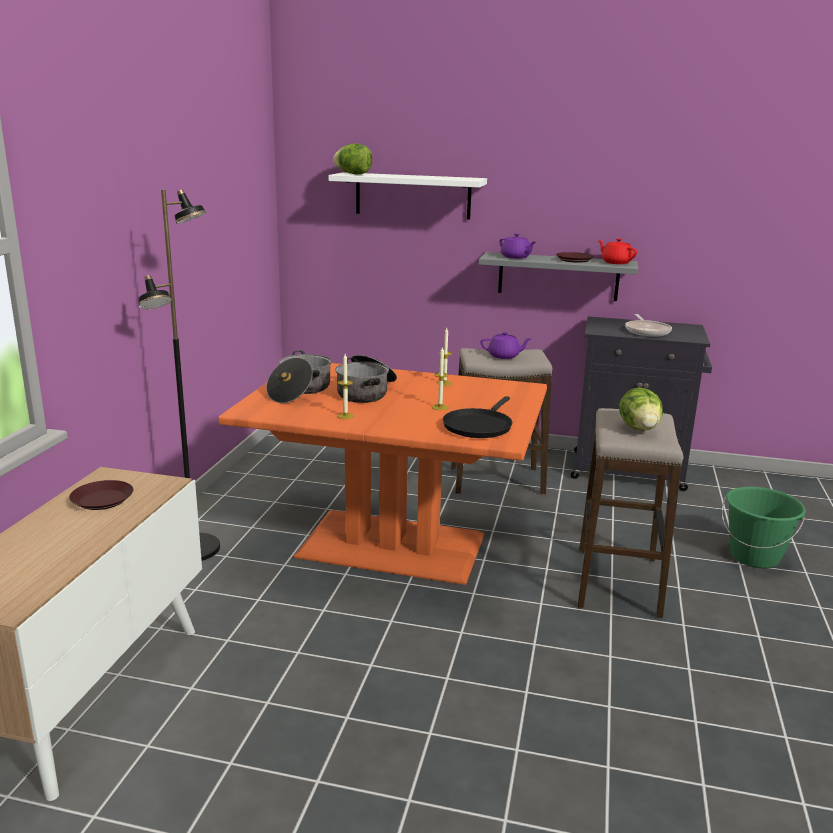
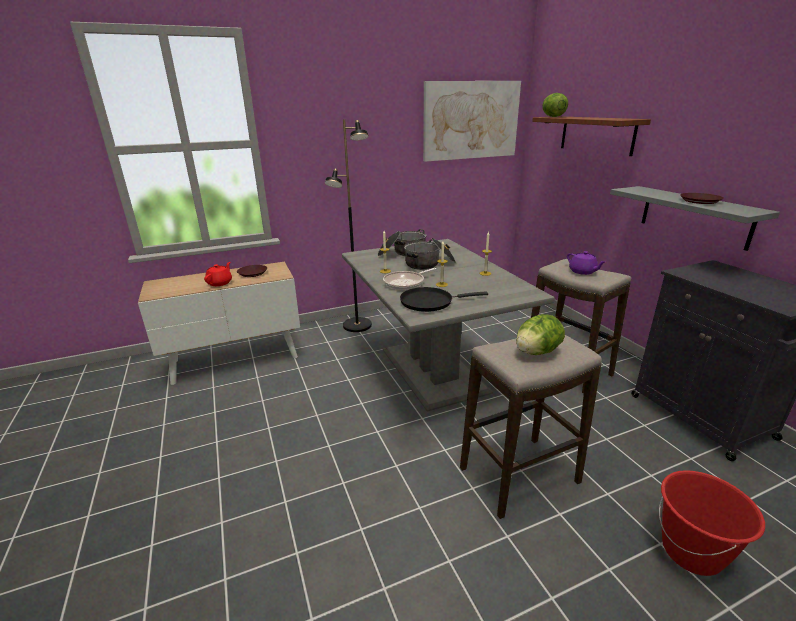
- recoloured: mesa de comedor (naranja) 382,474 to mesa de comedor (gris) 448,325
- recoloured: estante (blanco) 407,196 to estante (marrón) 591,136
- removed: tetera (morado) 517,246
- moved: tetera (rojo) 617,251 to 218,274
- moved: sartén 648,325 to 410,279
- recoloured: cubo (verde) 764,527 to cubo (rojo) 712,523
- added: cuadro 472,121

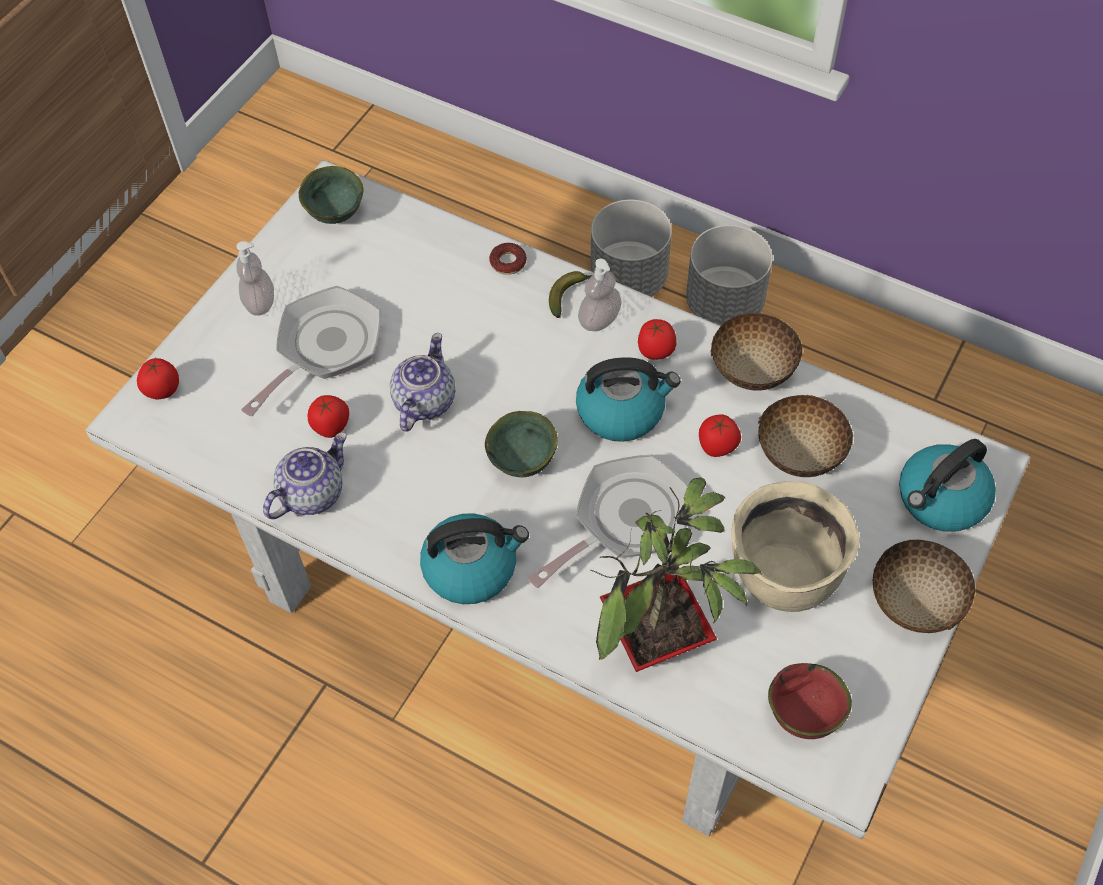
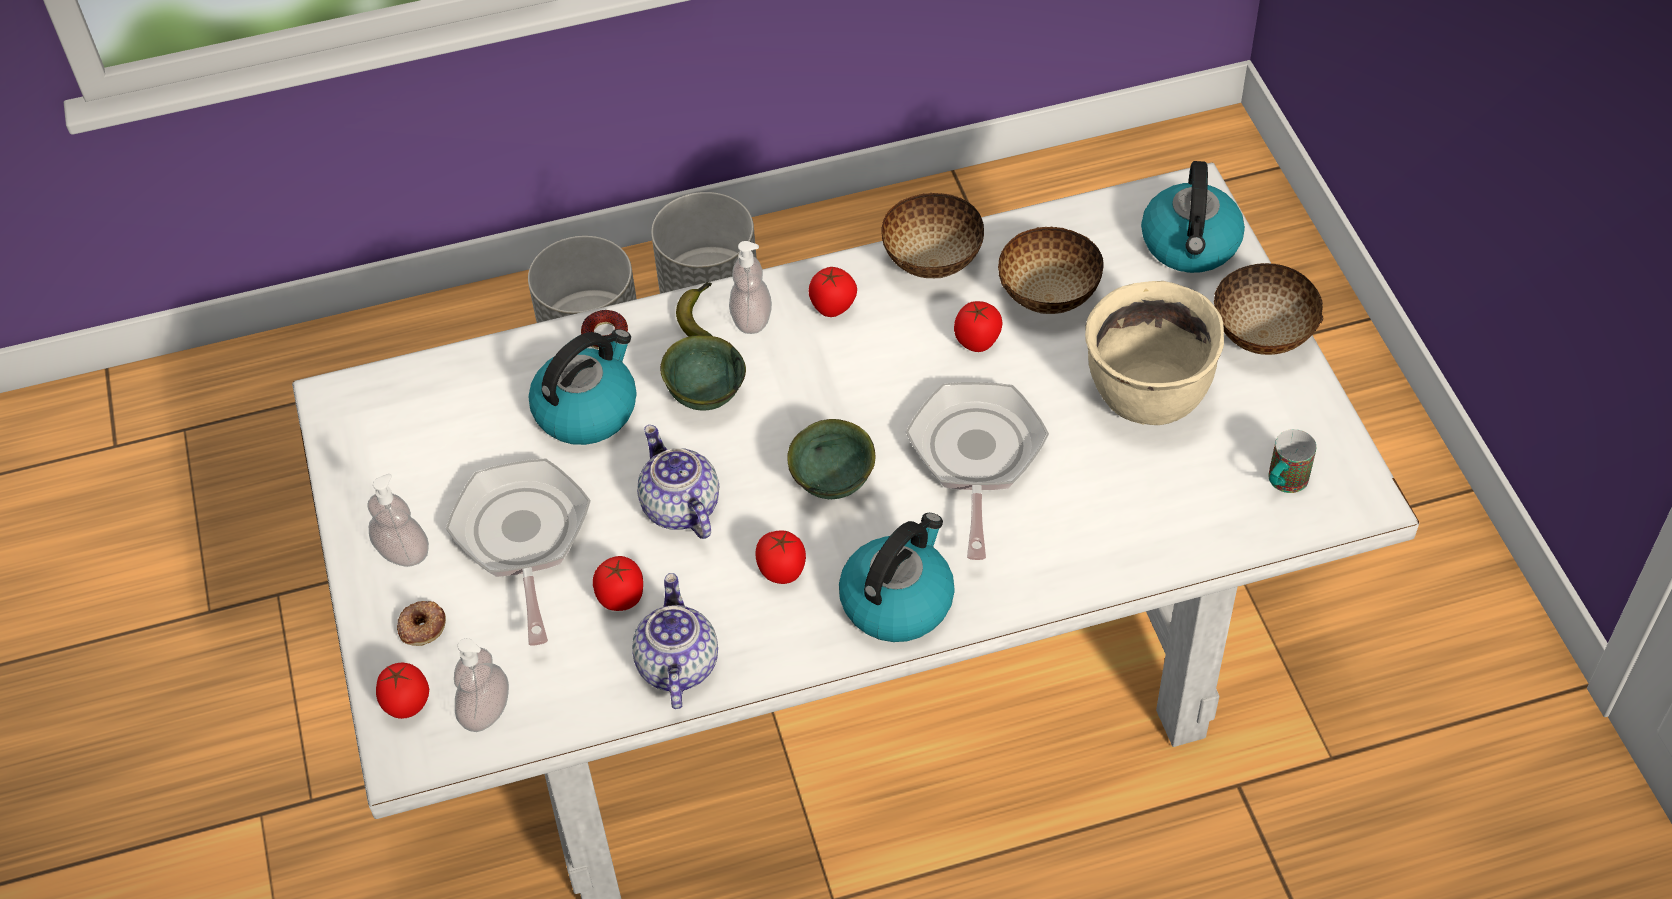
- moved: cuenco (verde) 331,195 to 703,373
- moved: hervidor 628,399 to 582,387
- removed: planta en maceta 676,575
- replaced: cuenco (rojo) 810,701 to taza grande 1292,461
- added: rosquilla 421,623
- added: dispensador de jabón 481,685
- added: tomate 780,557

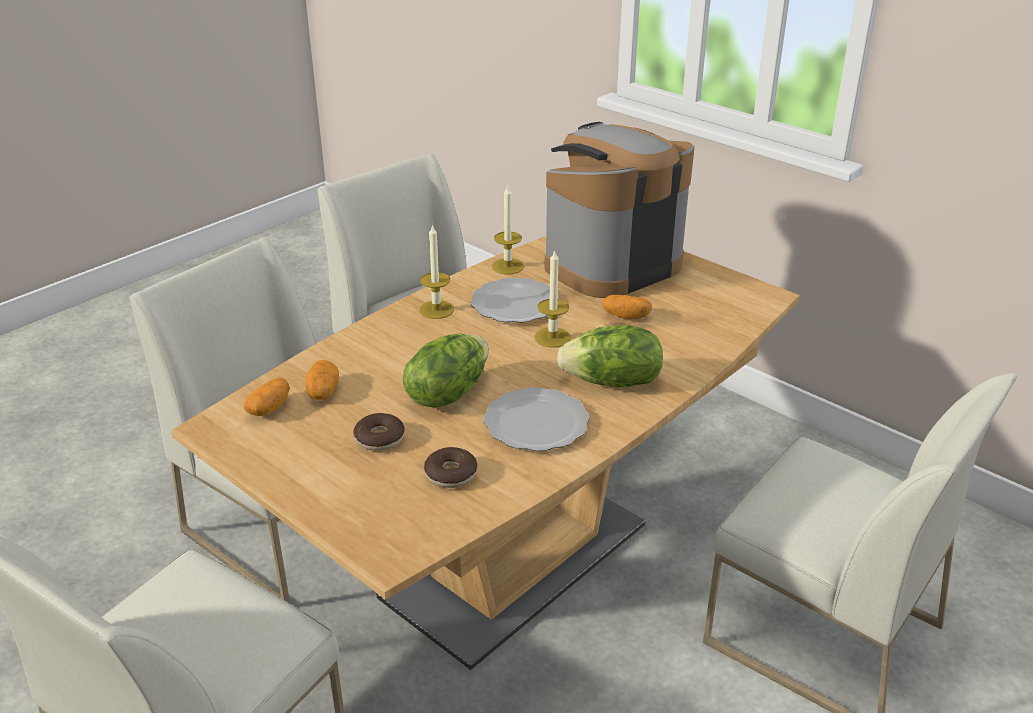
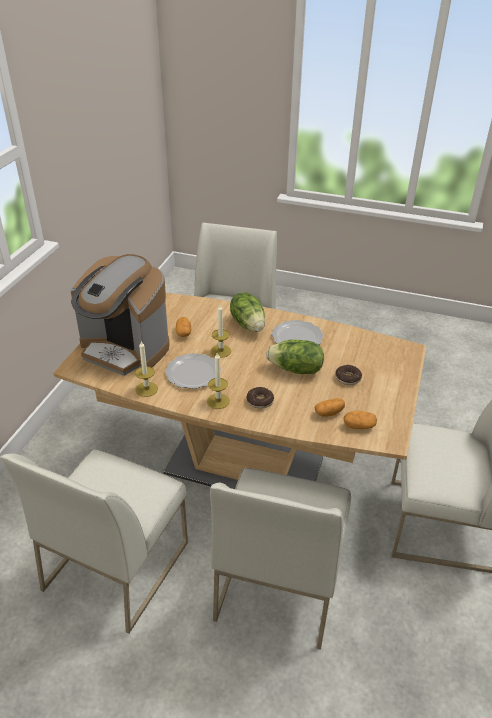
- moved: rosquilla 450,467 to 260,398

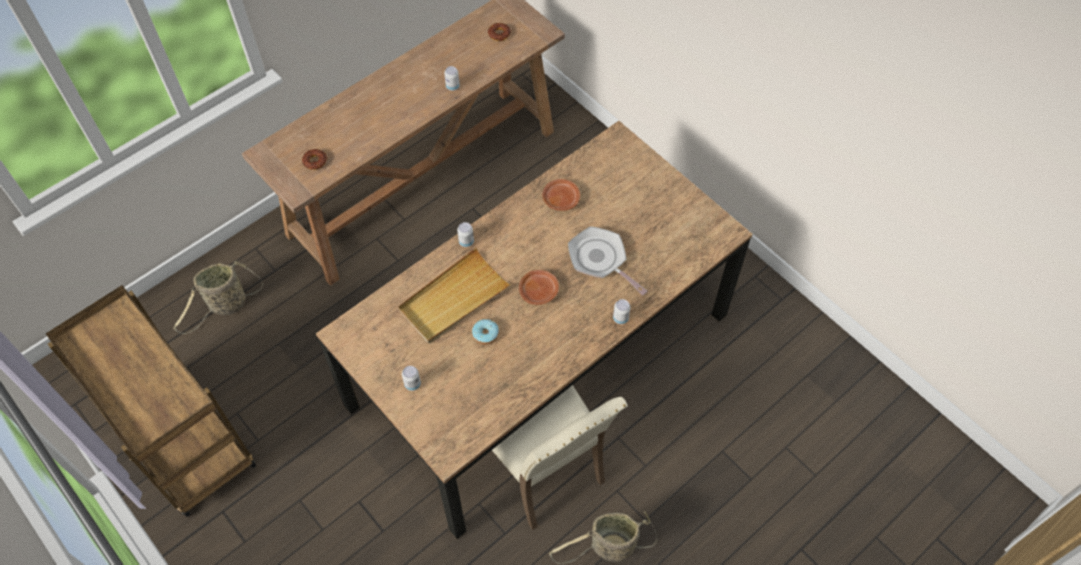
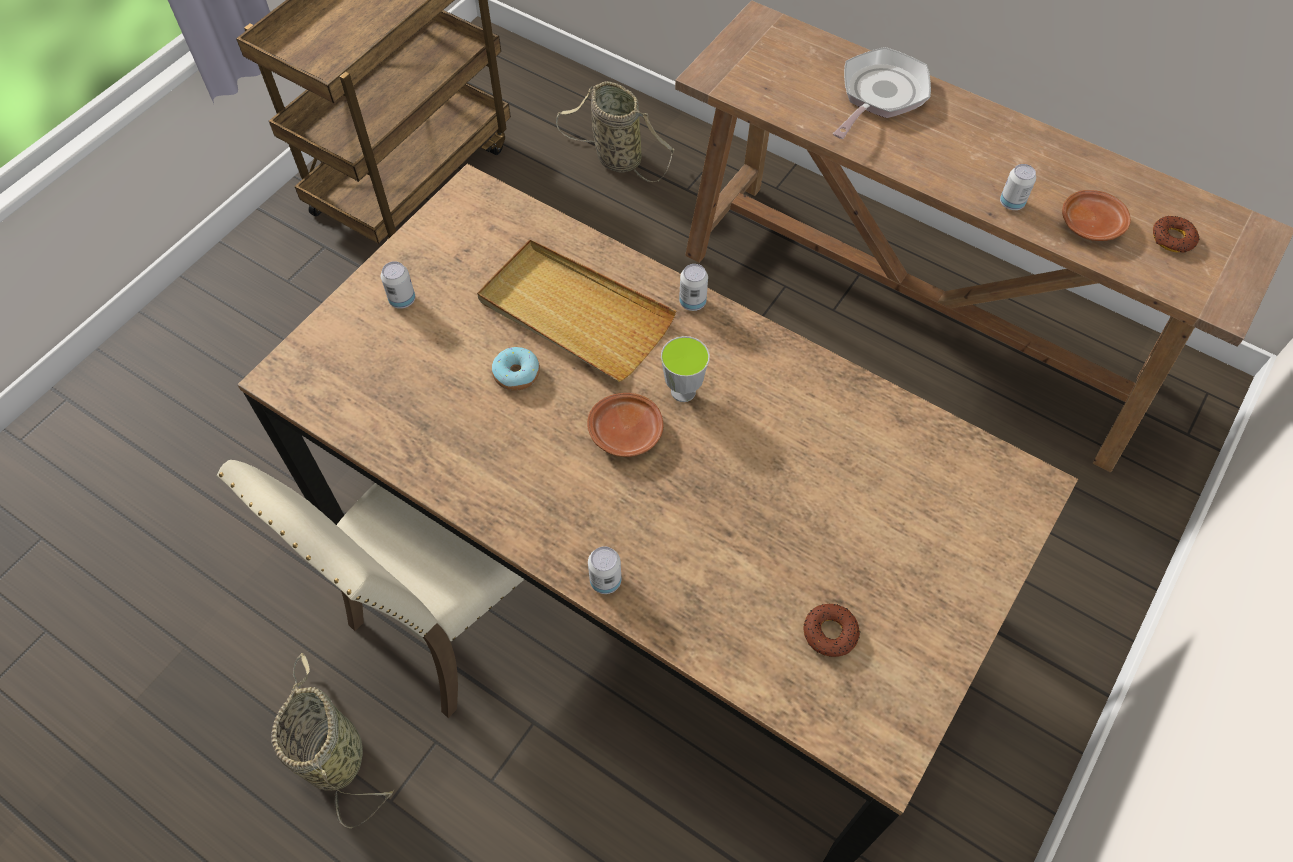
- moved: rosquilla 314,159 to 831,630
- moved: plato (marrón) 561,195 to 1096,215
- moved: sartén 607,260 to 882,93
- added: taza 685,369

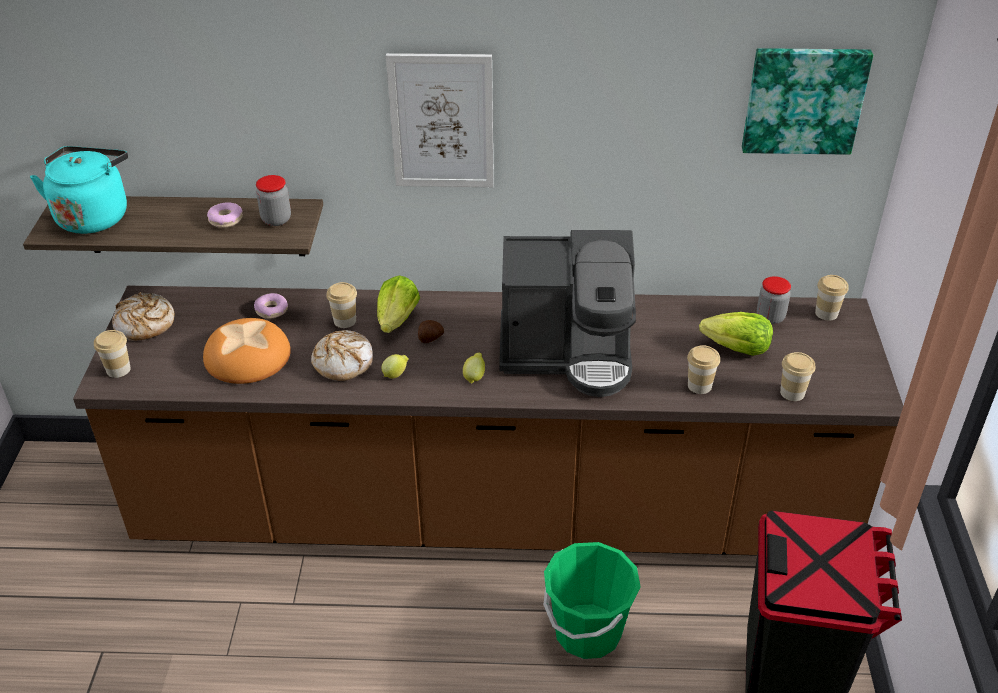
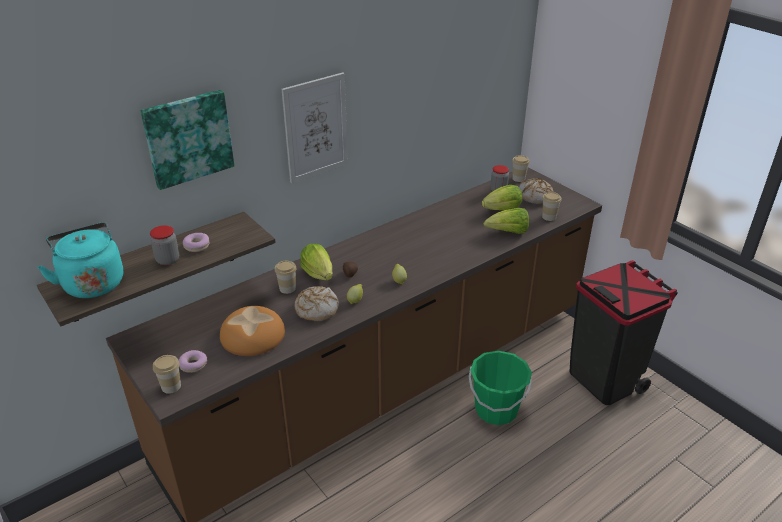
- moved: pan 143,316 to 536,191
- moved: rosquilla 271,306 to 193,361
- moved: tarro 273,200 to 164,245
- removed: cafetera 567,313
- replaced: taza 703,369 to lechuga 506,221
- moved: cuadro 807,101 to 187,140

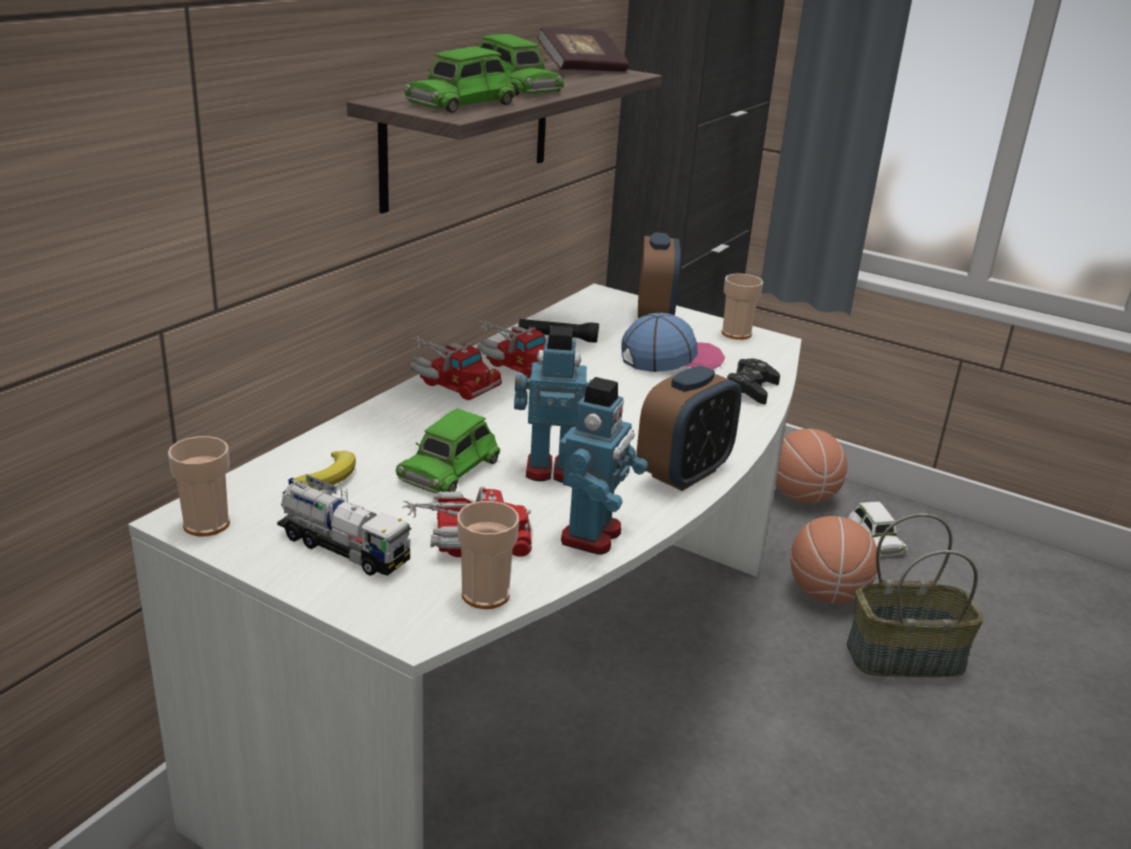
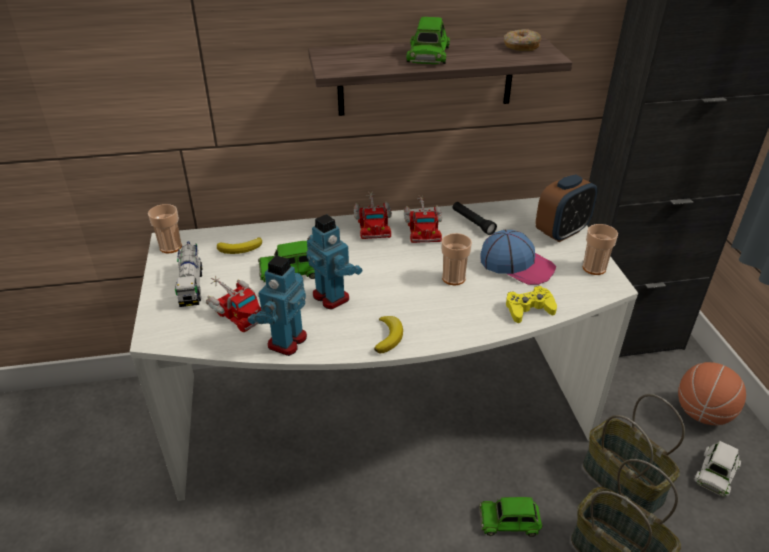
- moved: coche de juguete (verde) 459,79 to 511,517
- moved: taza 488,555 to 456,259
- replaced: libro 583,49 to rosquilla 522,40
- turned: robot de juguete 603,466 = 277,305 135 degrees clockwise
- replaced: despertador 689,428 to plátano 388,335
- recoloured: mando de consola (negro) 753,381 to mando de consola (amarillo) 531,304
- replaced: balón de baloncesto 833,560 to cesta 634,454

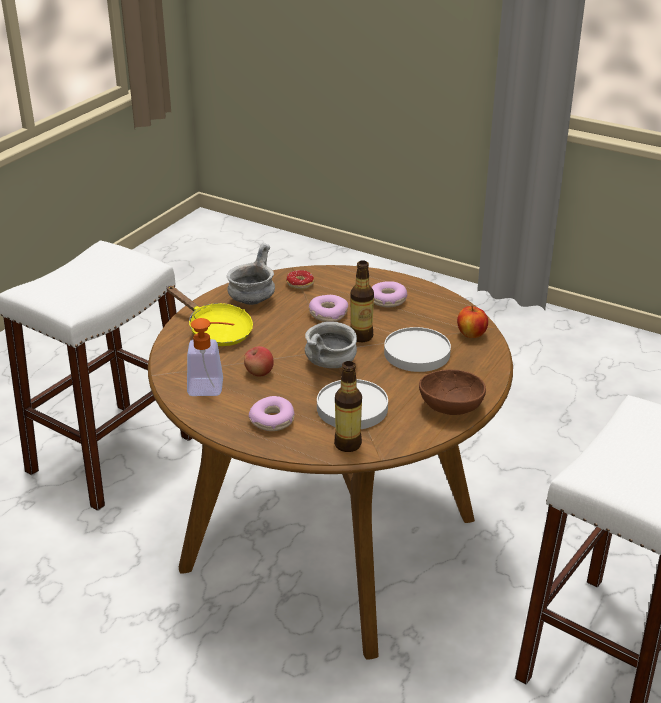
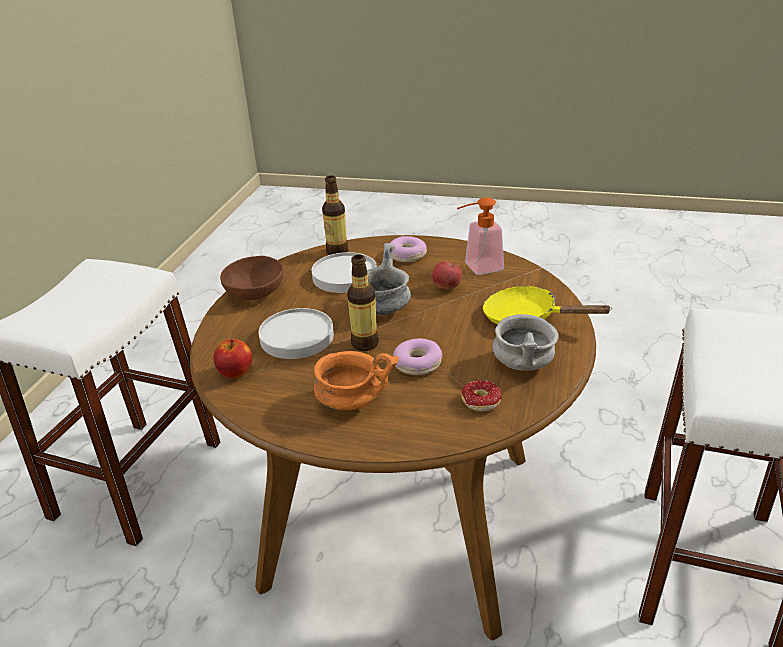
- replaced: rosquilla 389,294 to cuenco (naranja) 356,381

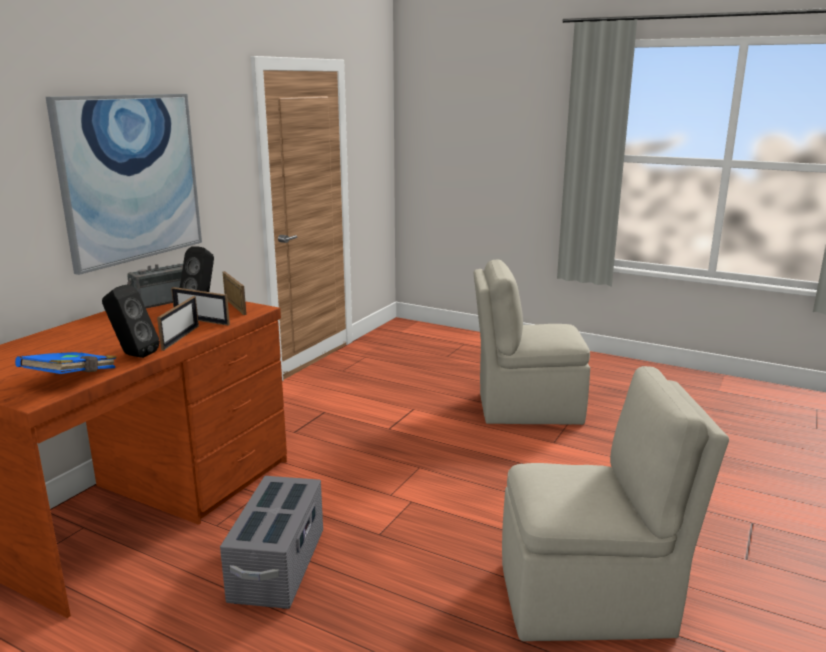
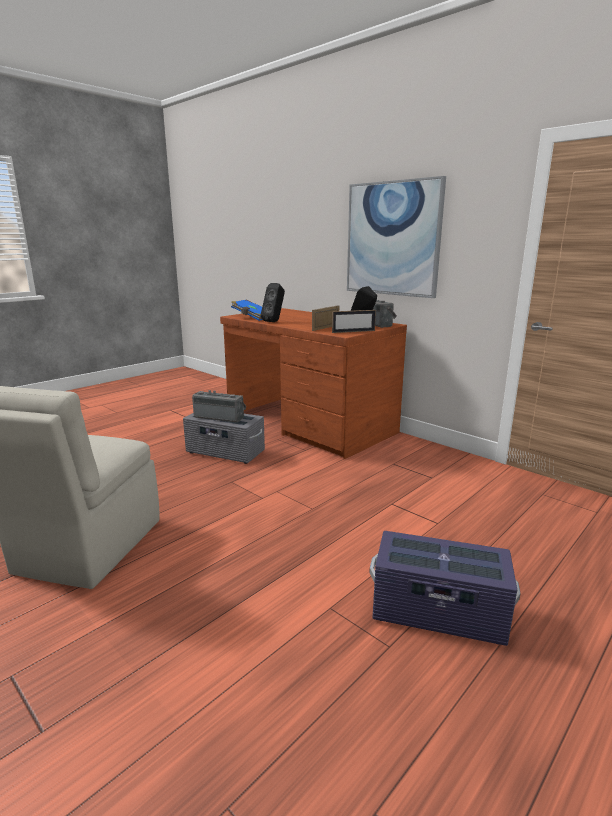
- removed: portarretratos 178,323
- replaced: silla (beis) 532,342 to caja de almacenaje (morado) 445,588
- added: radio 219,406

